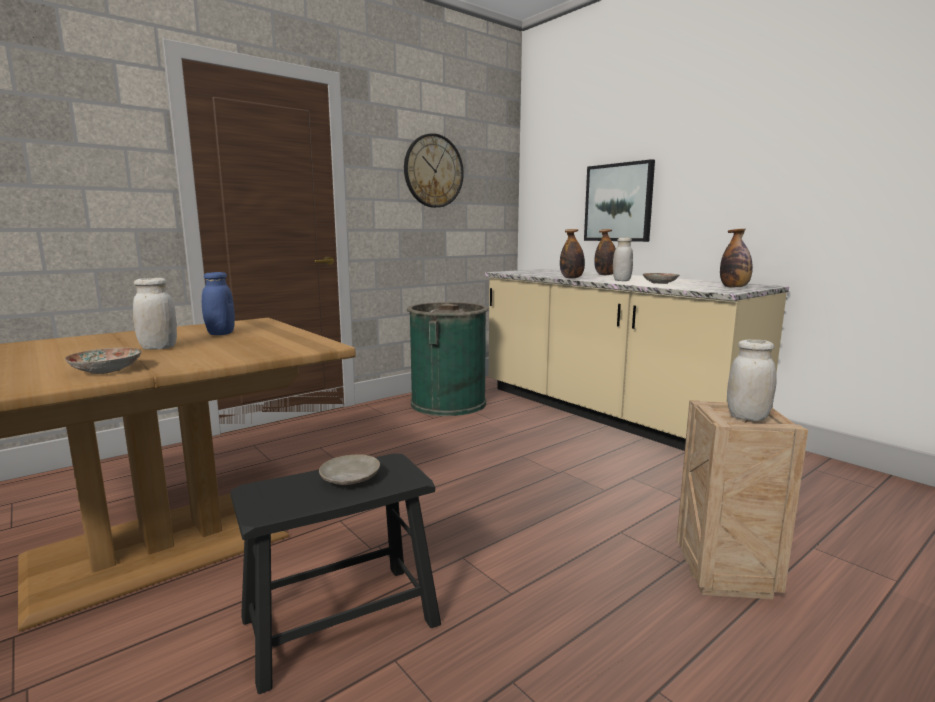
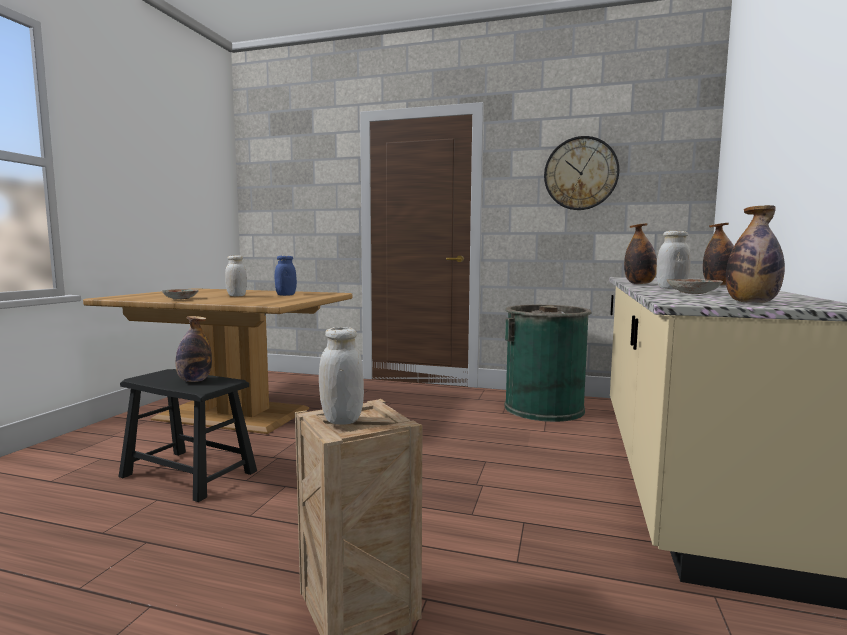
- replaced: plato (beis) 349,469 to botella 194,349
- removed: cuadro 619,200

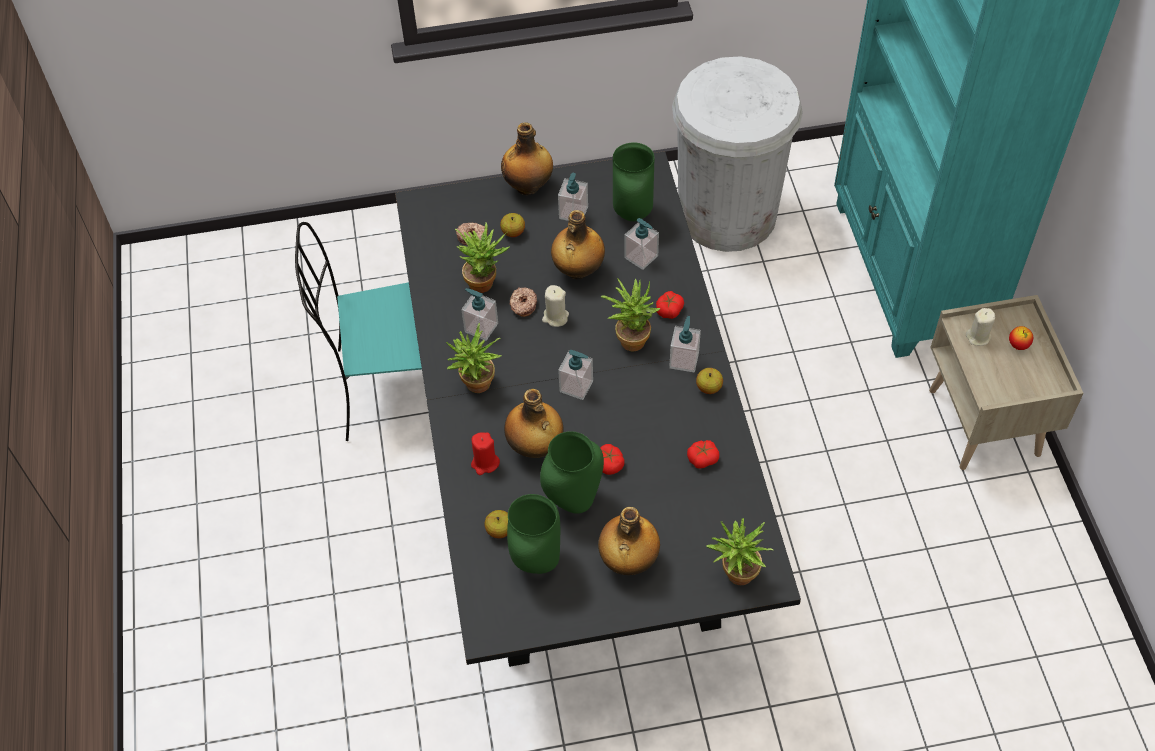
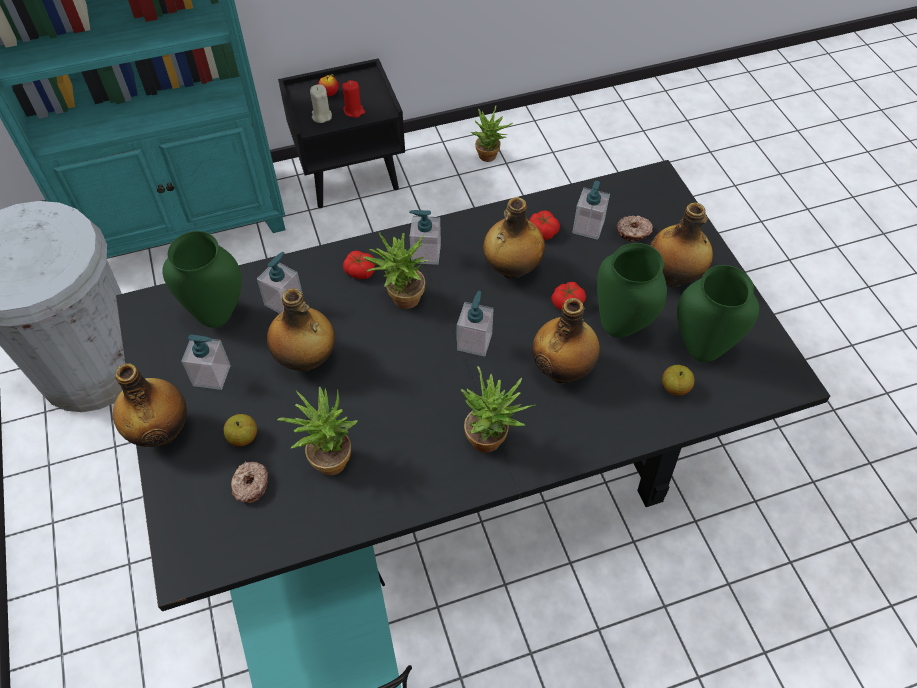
- moved: dispensador de jabón 479,314 to 591,210
- moved: vela (rojo) 485,453 to 353,99
- moved: rosquilla 523,302 to 635,228
- removed: vela (beis) 555,306
- removed: manzana 709,381
- moved: planta en maceta 740,551 to 492,134
- recoloured: mesita de noche (beis) 1006,382 to mesita de noche (negro) 341,133
- added: botella 514,237

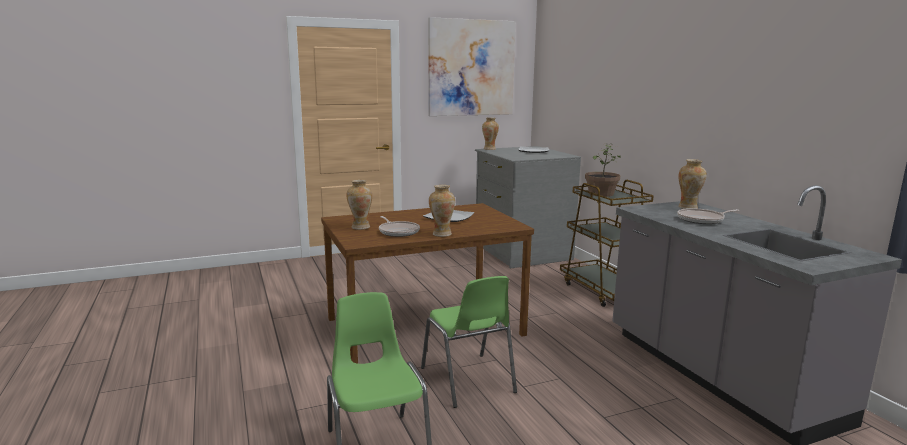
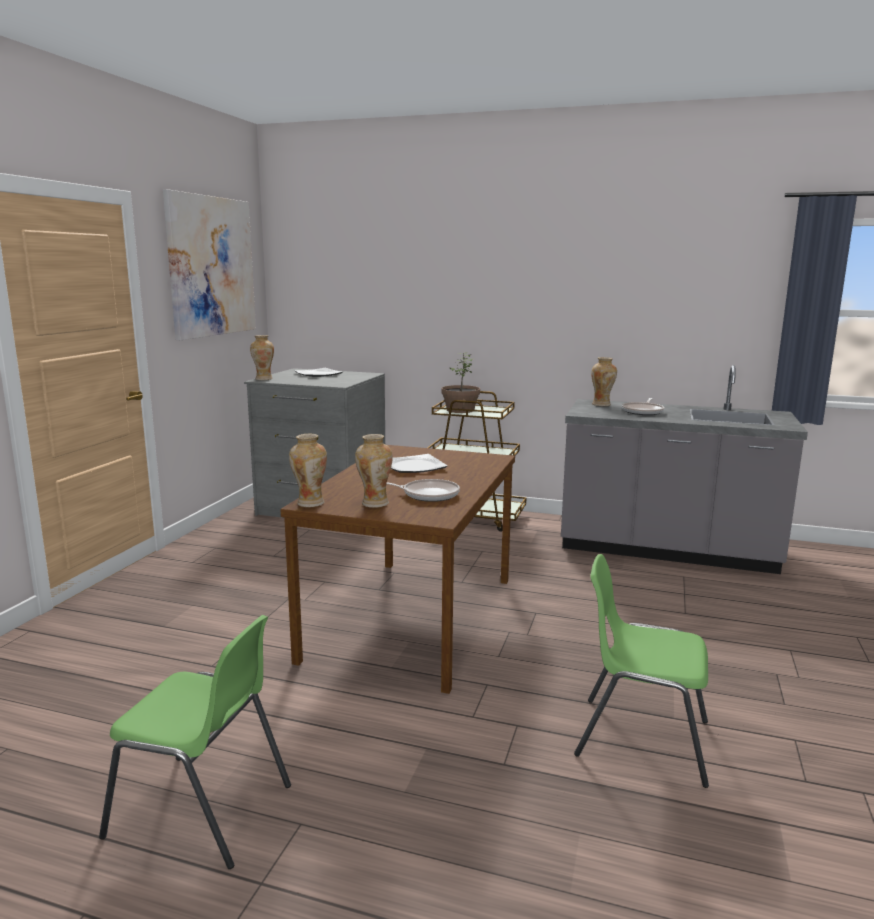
- moved: silla (verde) 469,342 to 195,742
- moved: florero 442,211 to 308,470

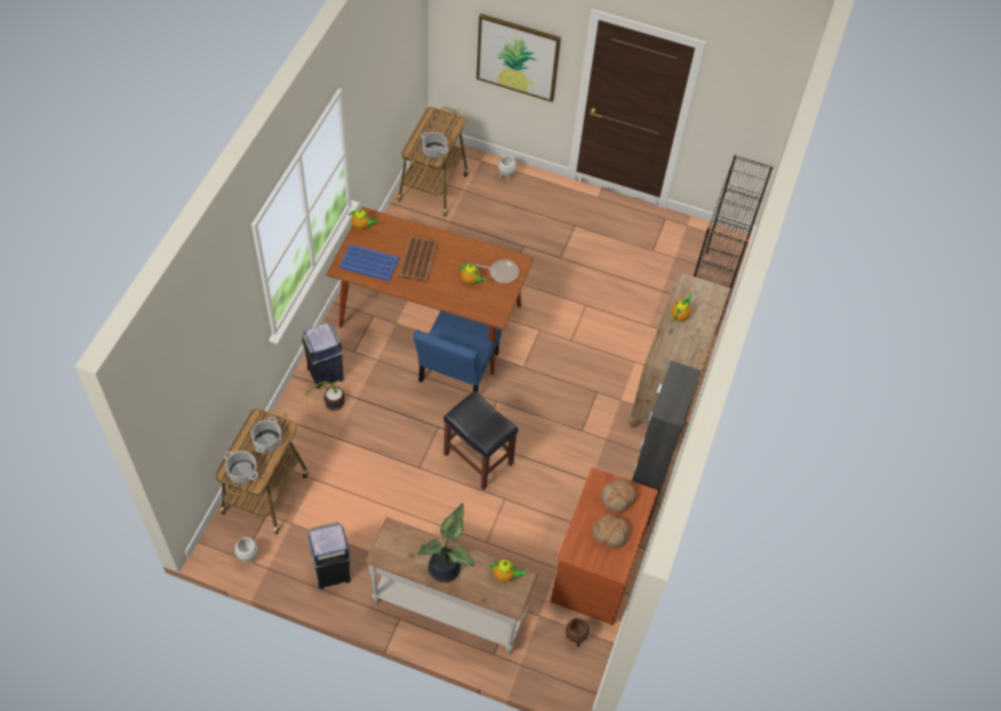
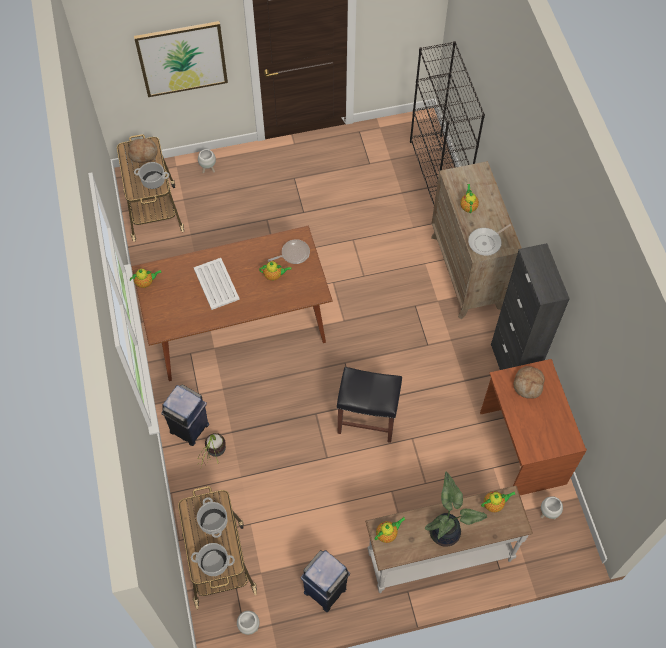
- removed: bandeja (azul) 369,262
- recoloured: bandeja (marrón) 418,259 to bandeja (blanco) 216,284
- removed: silla (azul) 457,351
- recoloured: maceta (marrón) 577,632 to maceta (blanco) 552,507
- moved: pan 611,531 to 143,150
- added: tetera 390,530
- added: sartén 489,240

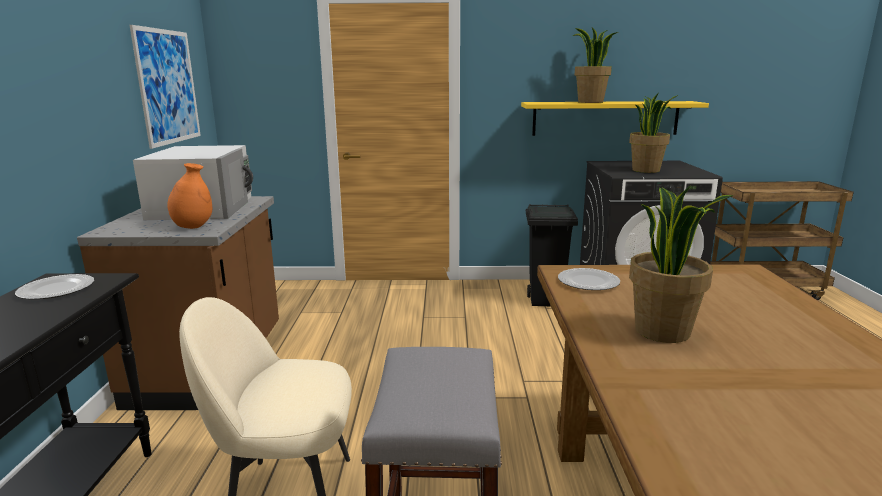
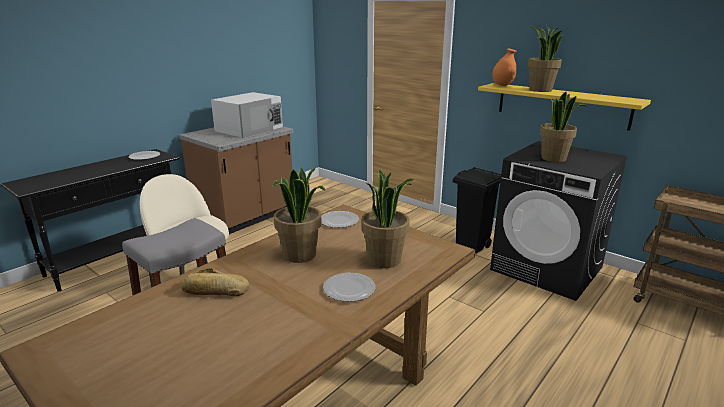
- removed: cuadro 165,87
- moved: florero (naranja) 189,196 to 504,67
- added: pan 215,282
- added: plato 349,287
- added: planta en maceta 387,218

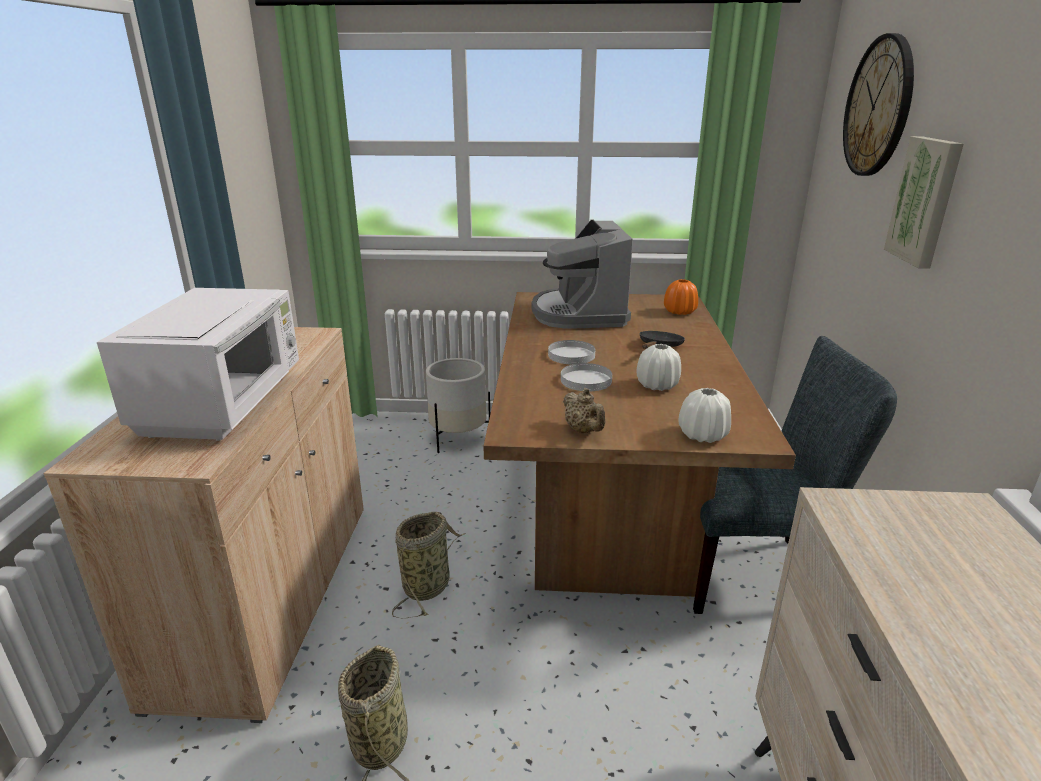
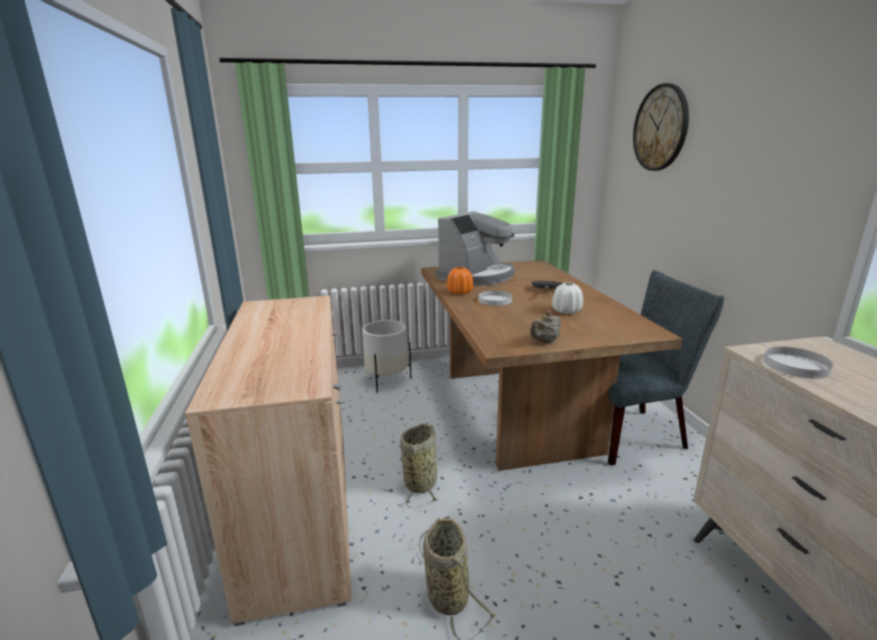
- removed: microondas (blanco) 198,364
- turned: cafetera 582,274 = 475,248 120 degrees counterclockwise
- moved: plato (blanco) 586,377 to 798,362
- turned: tetera (beis) 584,410 = 545,327 90 degrees clockwise
- moved: florero (naranja) 681,297 to 460,281
- removed: florero (blanco) 704,415
- removed: cuadro 924,202

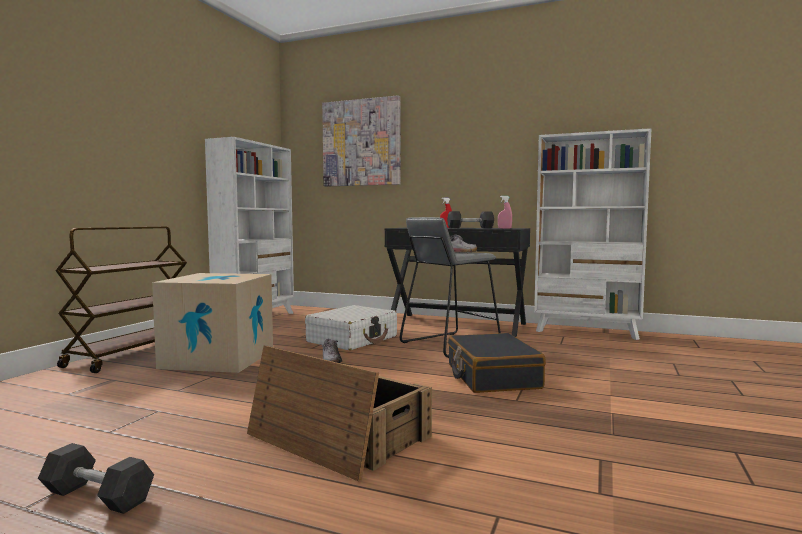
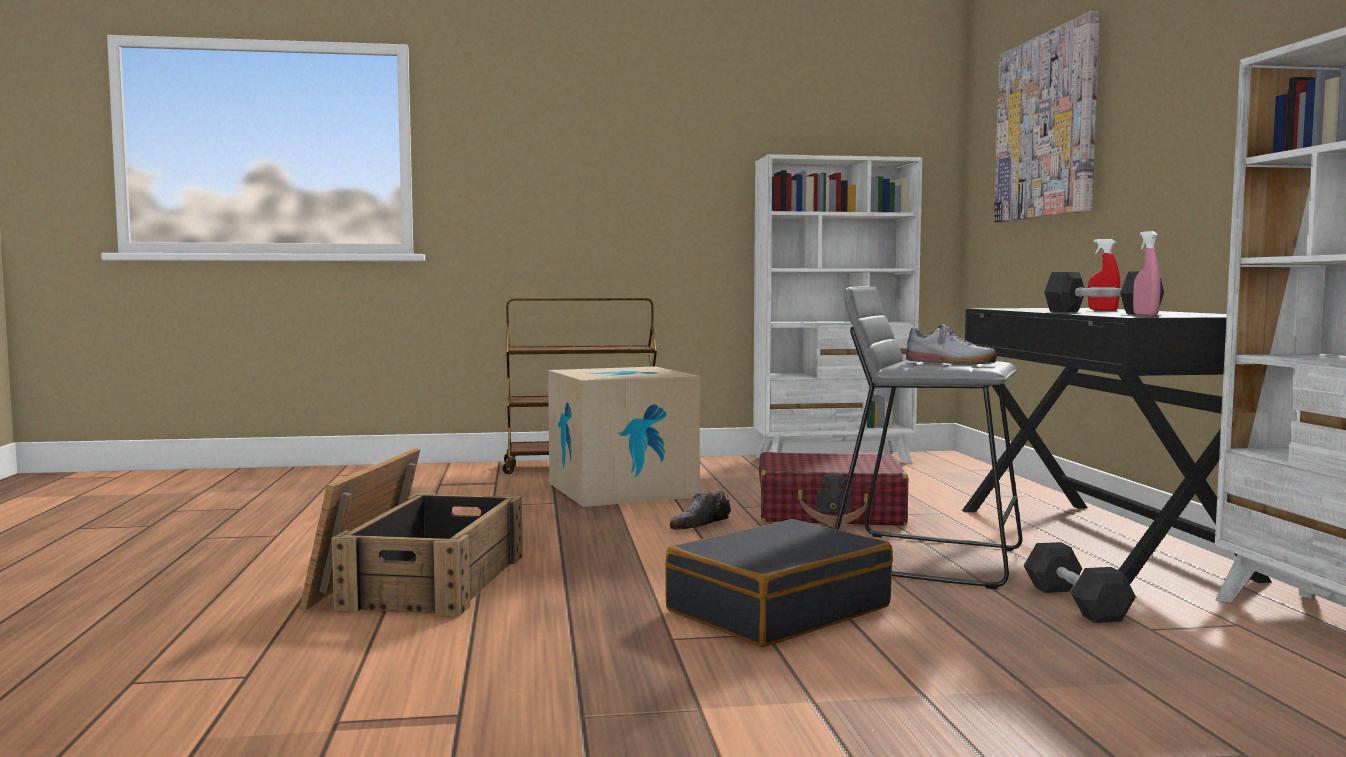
- moved: mancuerna (gris) 96,478 to 1080,582
- recoloured: maleta (blanco) 351,327 to maleta (rojo) 833,489

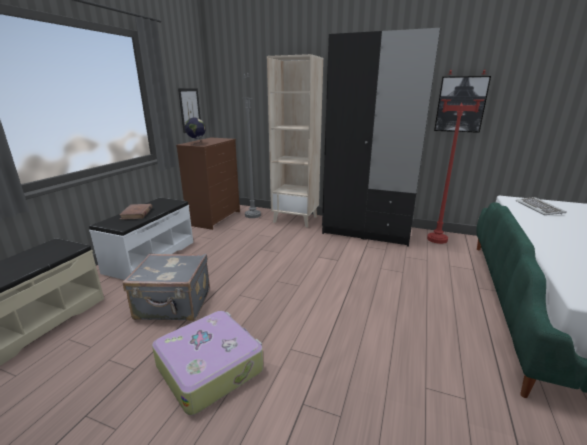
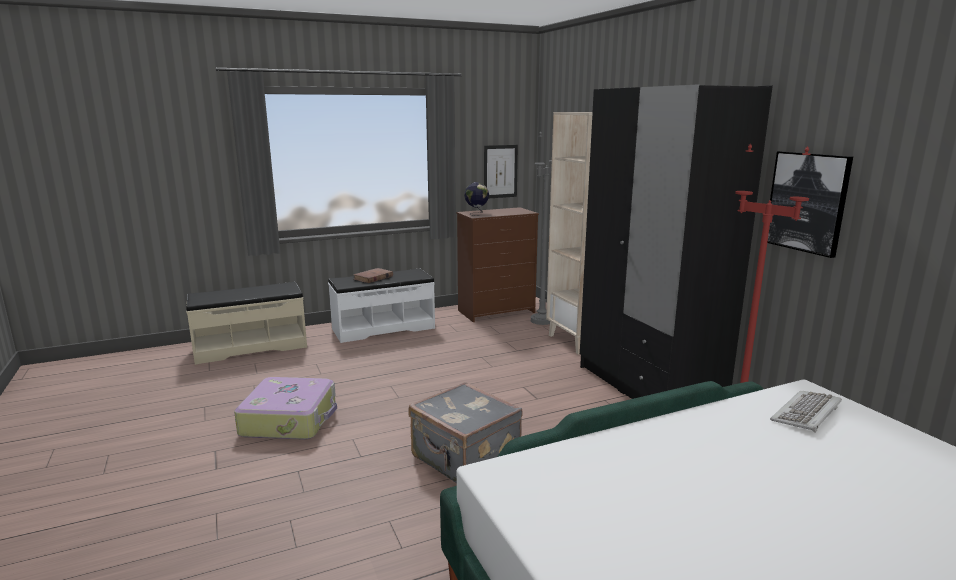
- moved: maleta (gris) 166,287 to 466,432

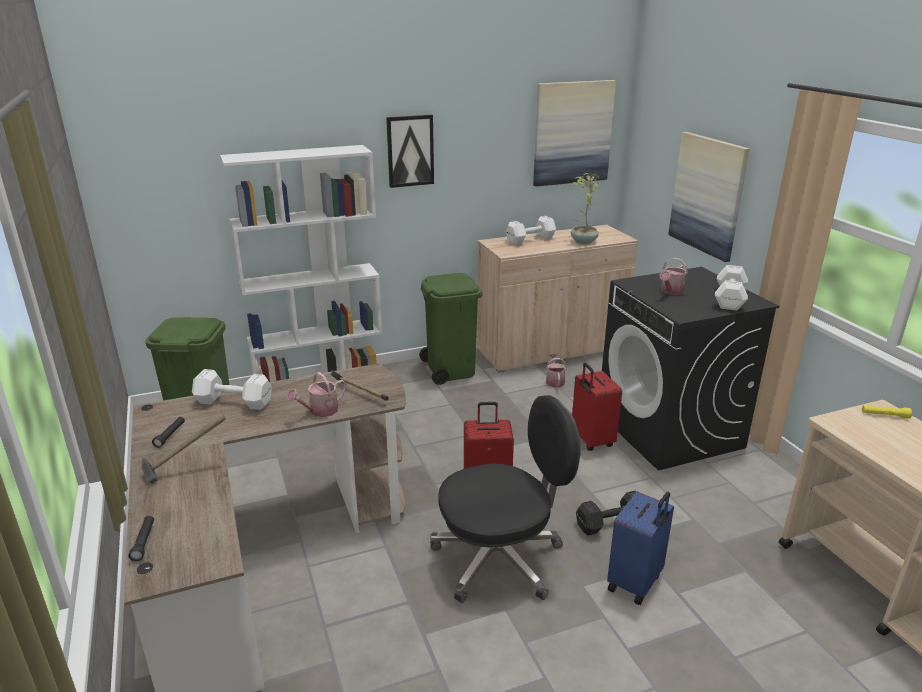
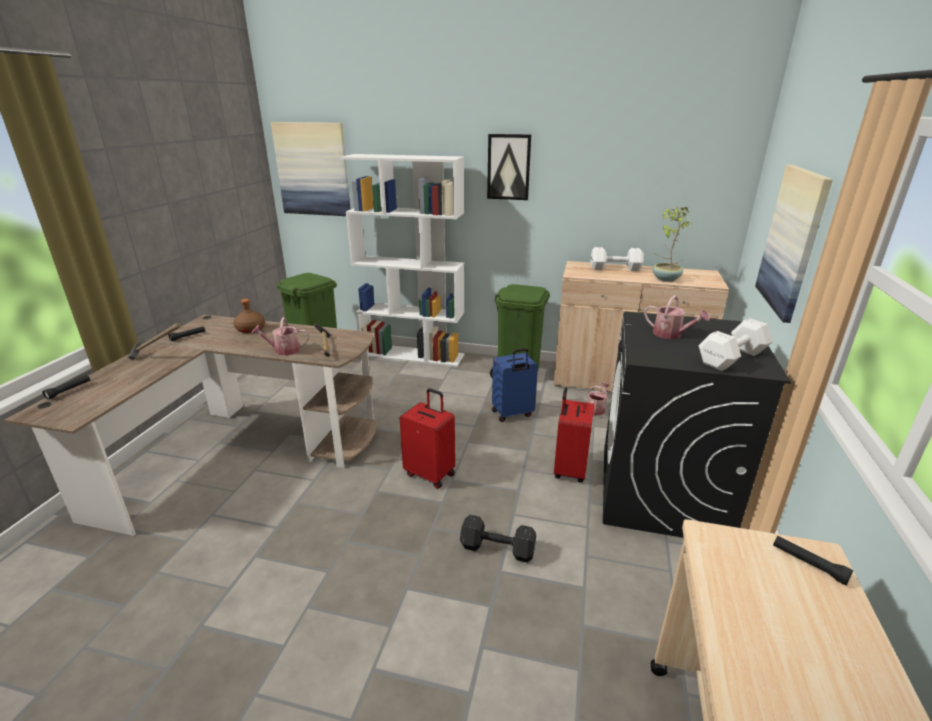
- replaced: mancuerna (blanco) 232,389 to botella (marrón) 249,316
- removed: silla de oficina (negro) 505,499
- moved: cuadro 574,133 to 311,169
- moved: maleta (azul) 640,548 to 515,385
- turned: regadera 673,276 = 677,317 120 degrees counterclockwise
- recoloured: linterna (amarillo) 887,412 to linterna (negro) 813,561

